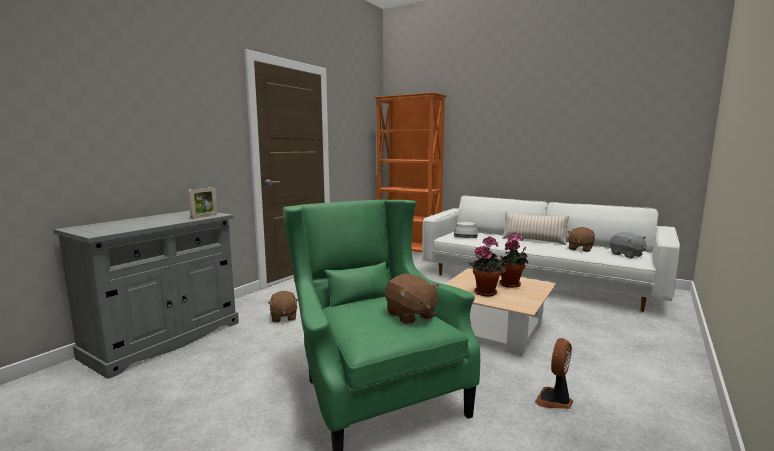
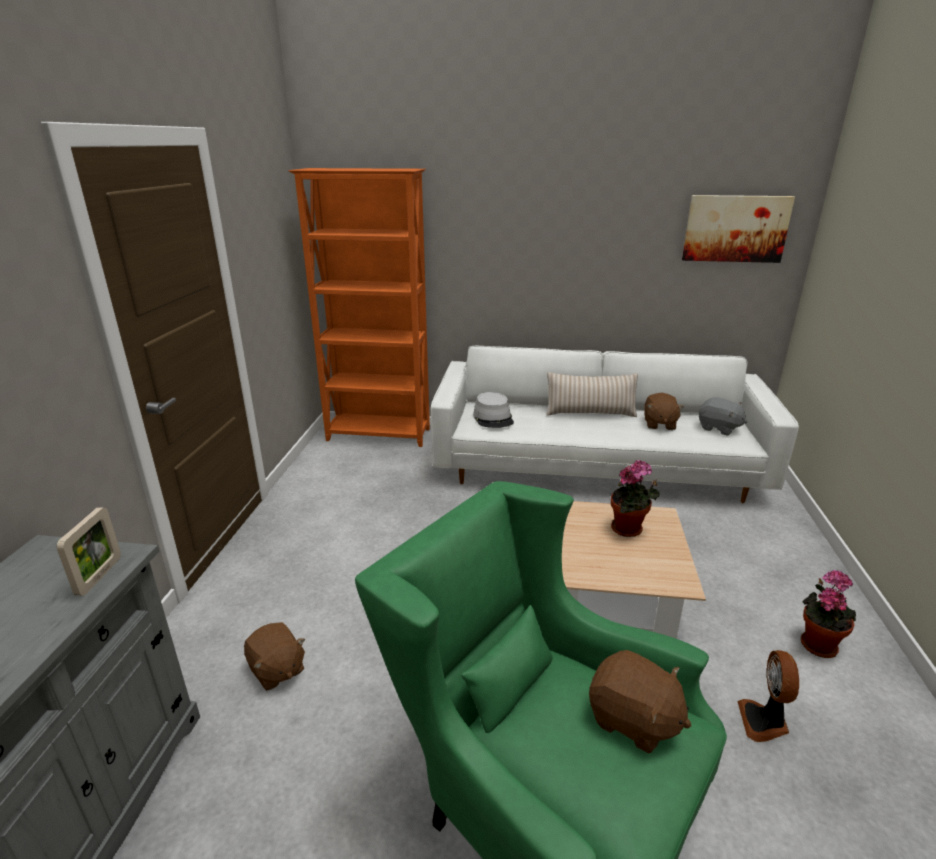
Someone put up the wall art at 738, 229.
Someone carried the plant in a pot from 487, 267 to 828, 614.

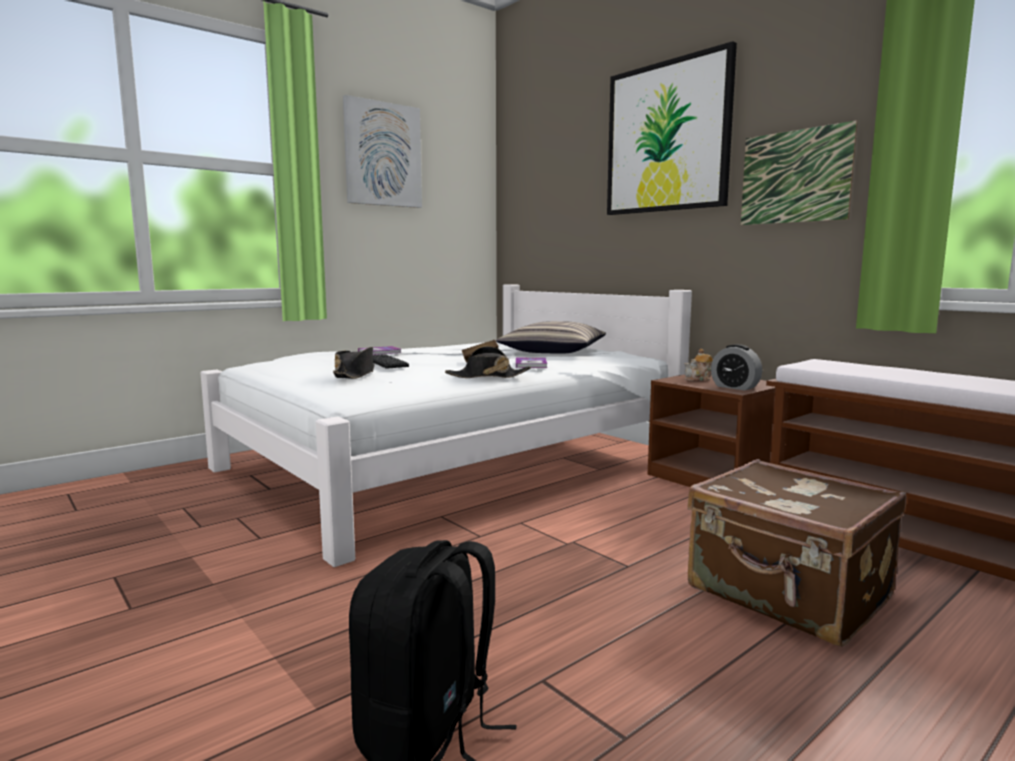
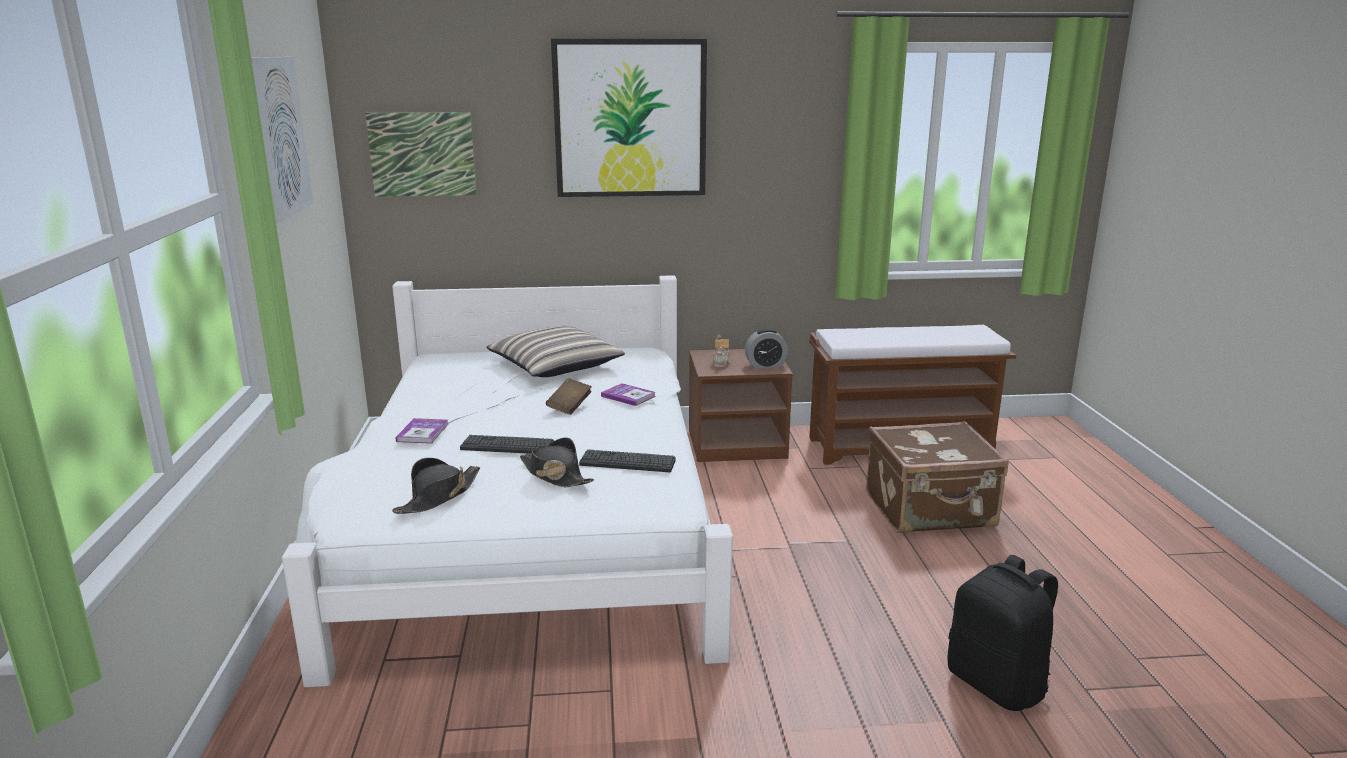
Someone put down the PC keyboard at 627, 460.
Someone carried the black-coloured hat from 488, 362 to 436, 486.
Someone carried the wall art from 799, 172 to 421, 154.

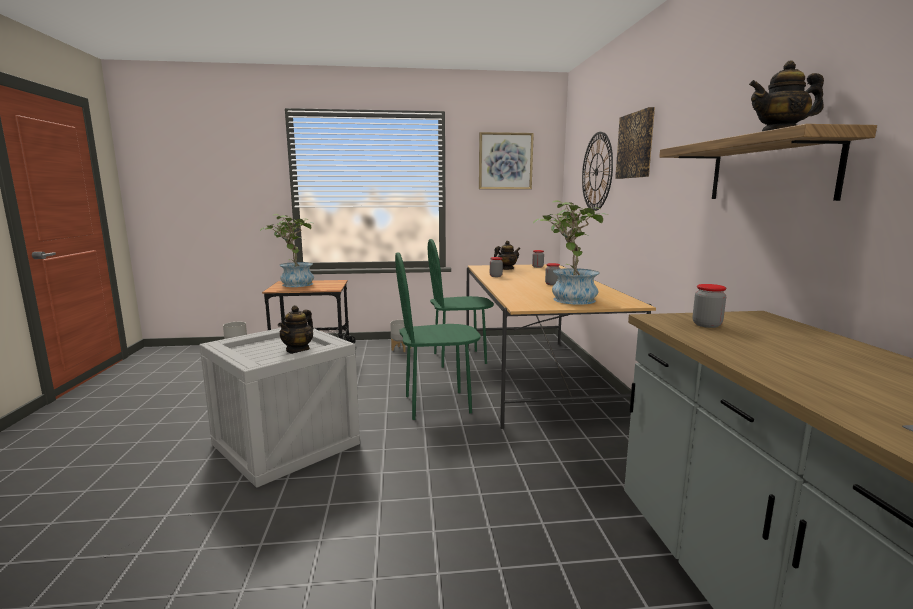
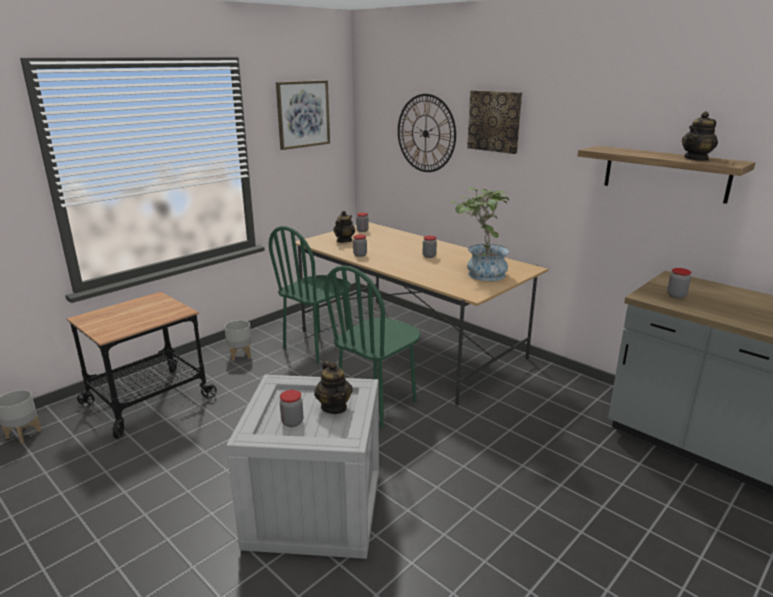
Someone took away the plant in a pot at 287, 250.
Someone put down the storage jar at 291, 408.

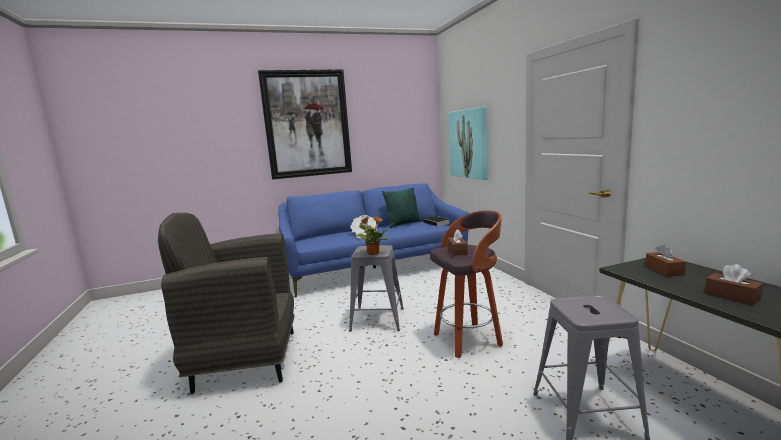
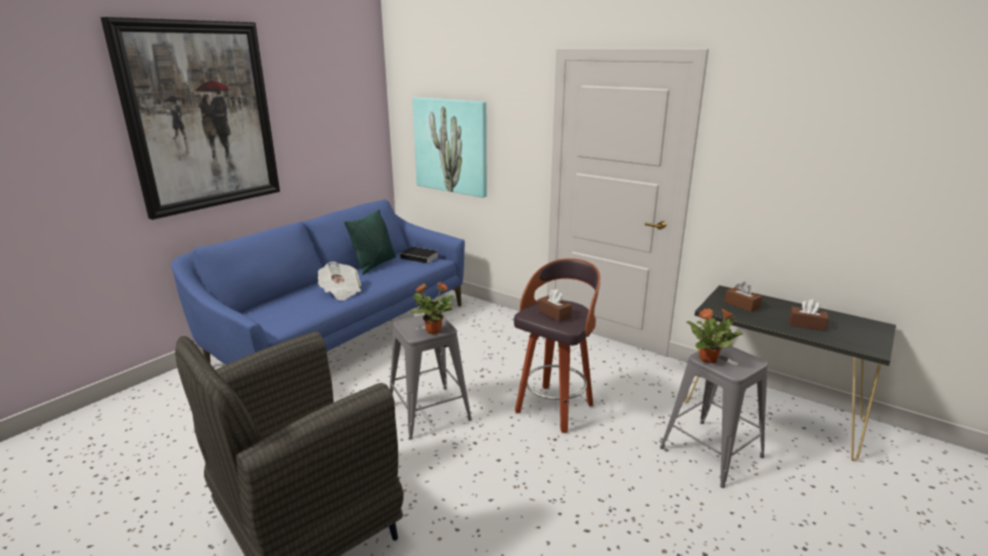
Someone put down the plant in a pot at 714, 335.

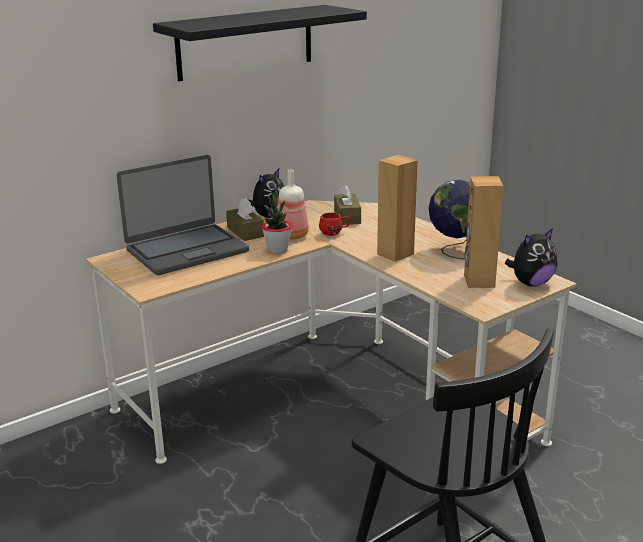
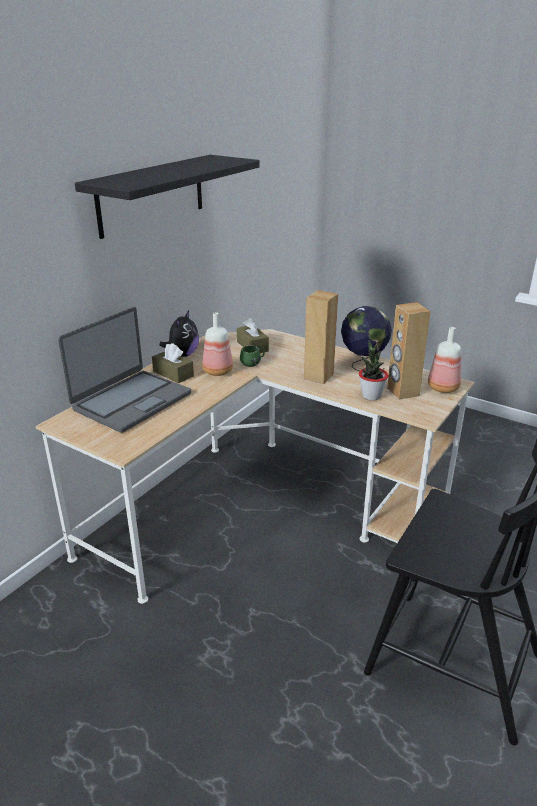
Someone carried the plant in a pot from 277, 221 to 373, 370.
Someone swapped the cuddly toy at 531, 257 for the beverage bottle at 444, 360.
Someone repainted the reddish coffee mug at 334, 224, which became the green coffee mug at 252, 356.

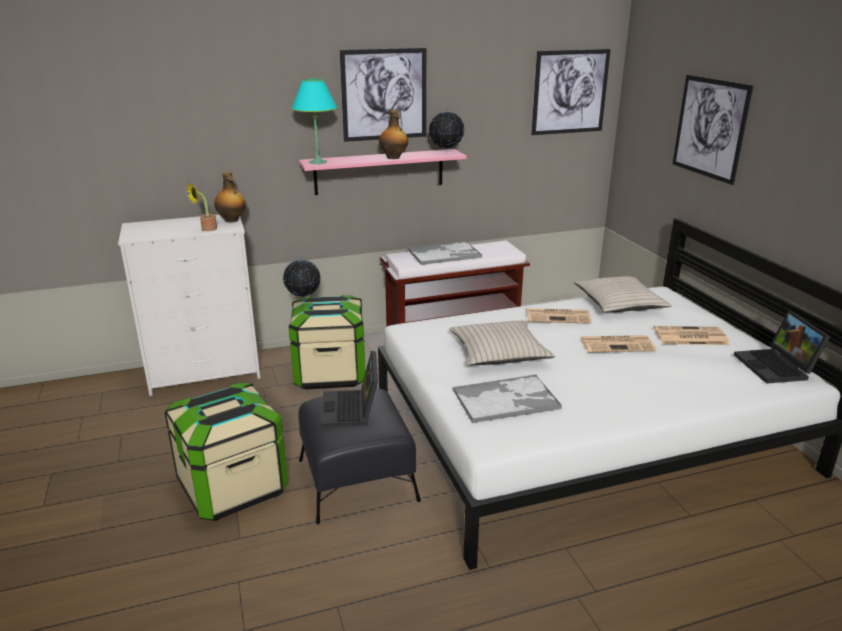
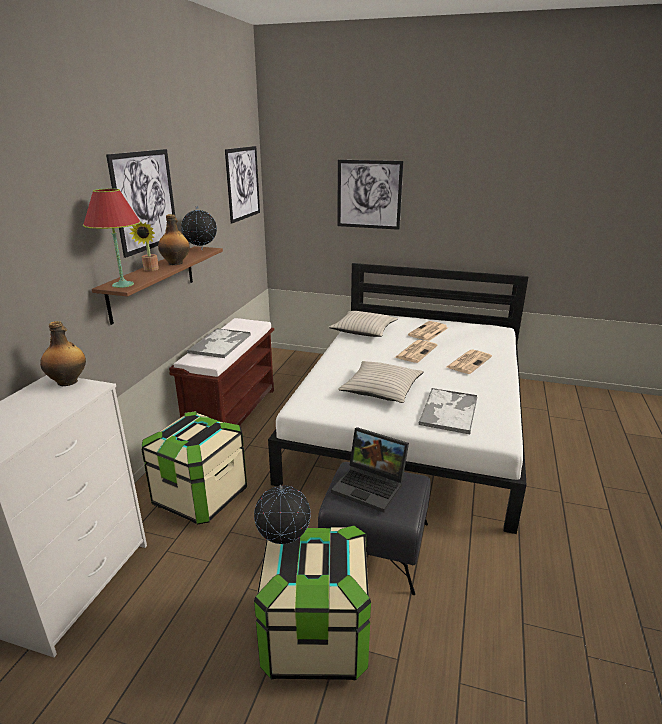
Someone took away the notebook computer at 782, 347.
Someone carried the plant in a pot from 202, 206 to 144, 246.
Someone carried the world globe from 302, 278 to 282, 514.
Someone carried the newspaper from 559, 316 to 469, 361.
Someone repainted the turquoise-coloured tabletop lamp at 314, 121, which became the reddish tabletop lamp at 111, 238.
Someone repainted the pinkish bracket shelf at 382, 172, which became the brown-coloured bracket shelf at 157, 285.

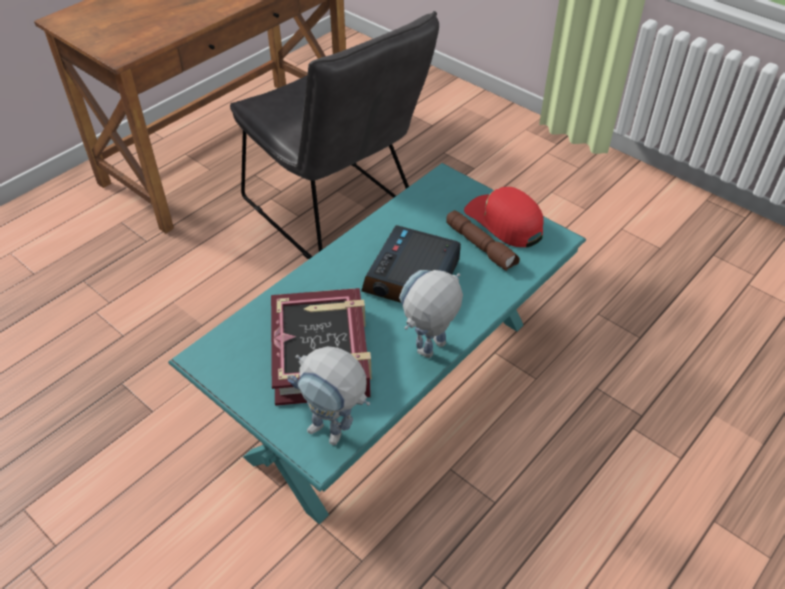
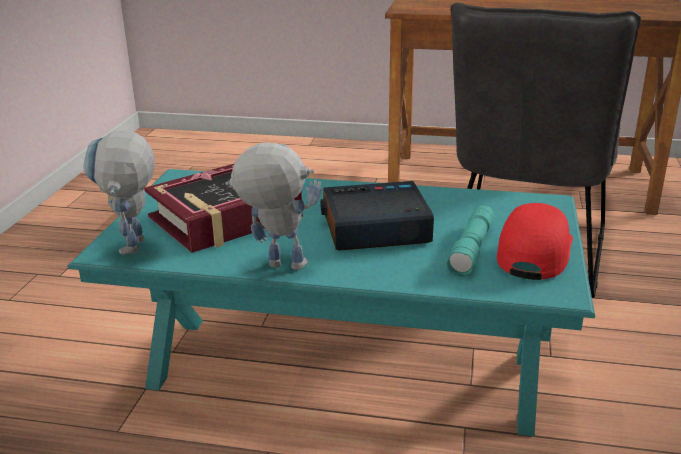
Someone repainted the brown-coloured hand torch at 483, 240, which became the turquoise-coloured hand torch at 469, 240.

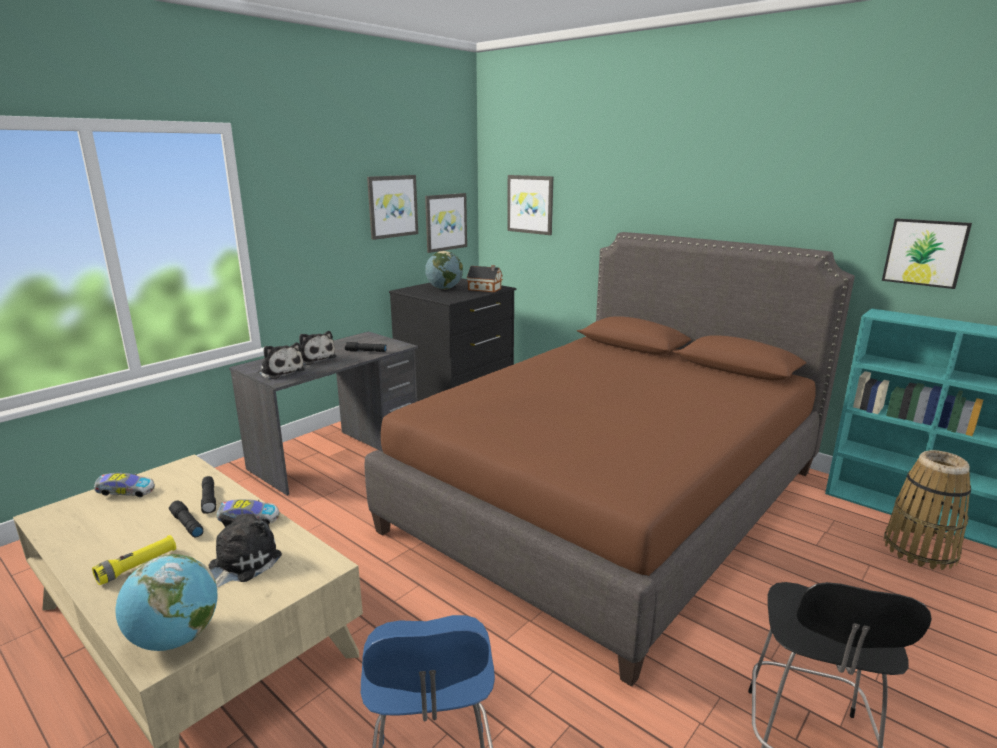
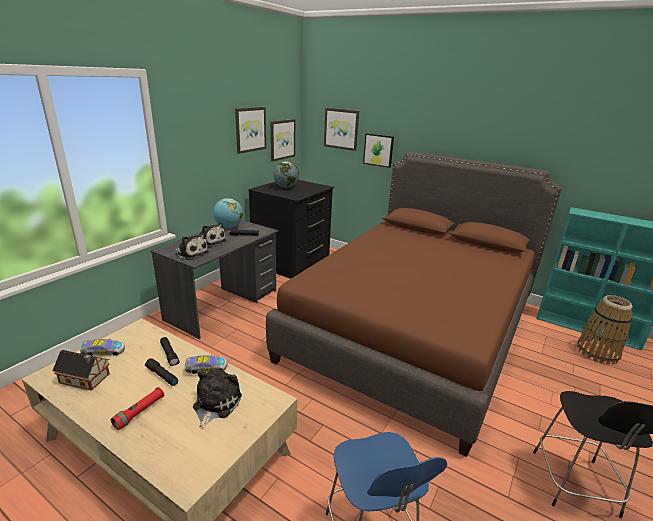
Someone carried the world globe from 167, 602 to 228, 213.
Someone carried the model house from 485, 278 to 81, 370.
Someone carried the wall art from 927, 253 to 378, 150.
Someone repainted the yellowish hand torch at 134, 560, which became the reddish hand torch at 137, 408.

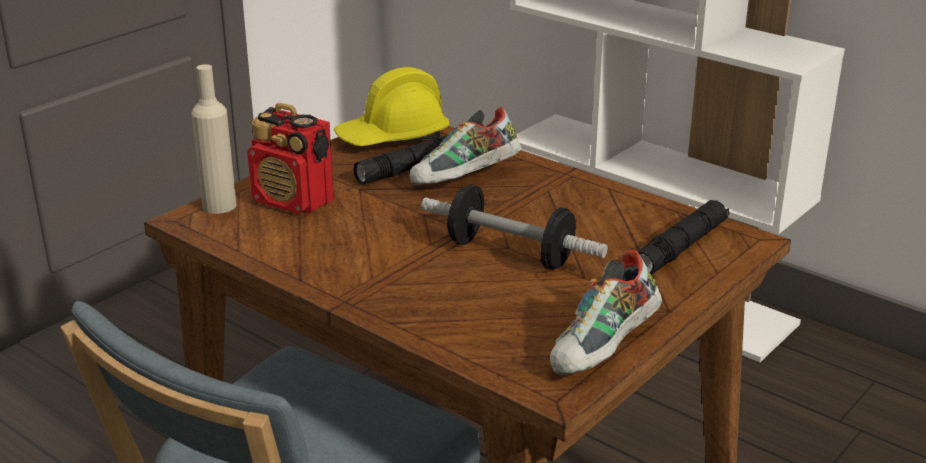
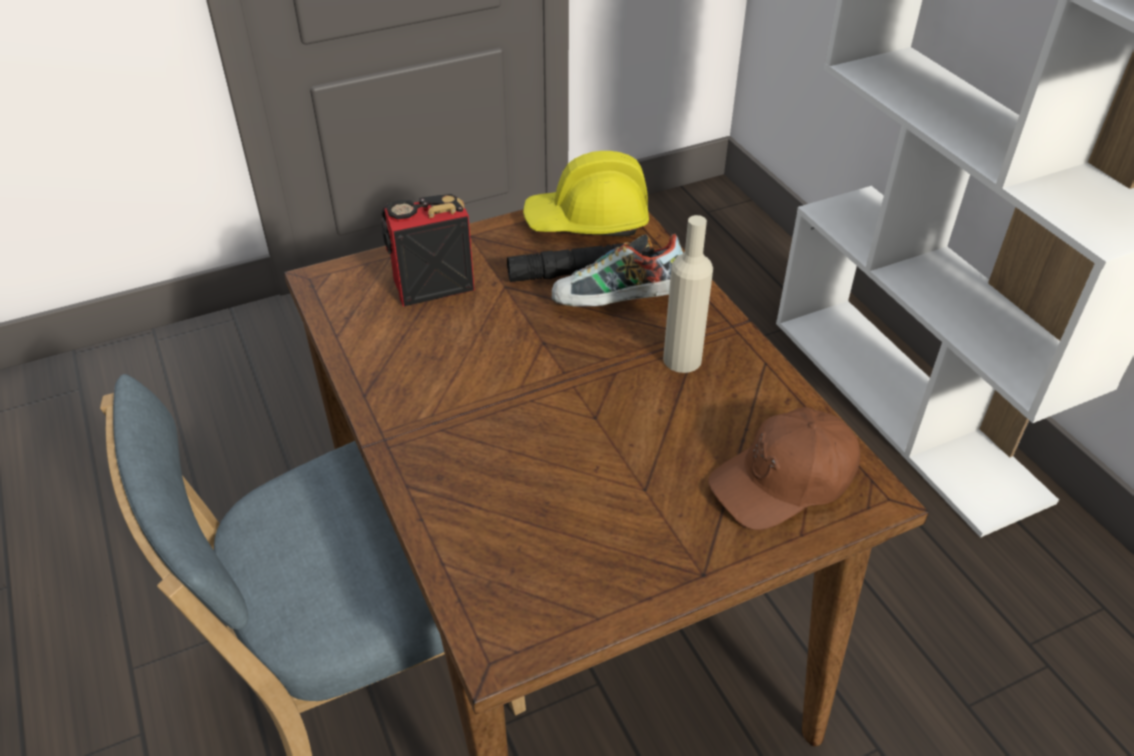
Someone took away the dumbbell at 514, 227.
Someone took away the low shoe at 606, 312.
Someone carried the beige beverage bottle from 214, 139 to 688, 294.
Someone swapped the black-coloured hand torch at 683, 237 for the brown-coloured baseball cap at 784, 468.
Someone rotated the radio set at 290, 158 by 105 degrees clockwise.

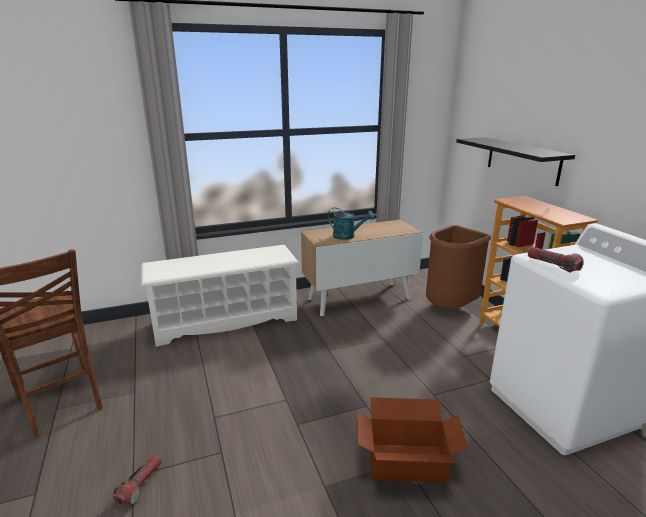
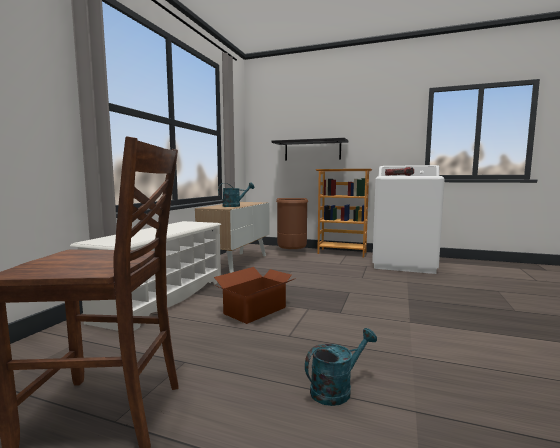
Someone carried the packing box from 412, 440 to 255, 295.
Someone swapped the hand torch at 137, 480 for the turquoise-coloured sprinkling can at 341, 367.

